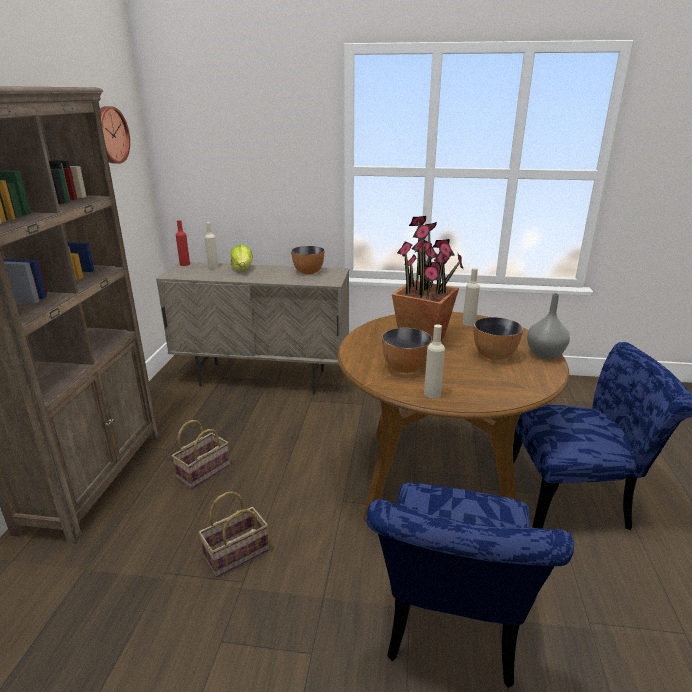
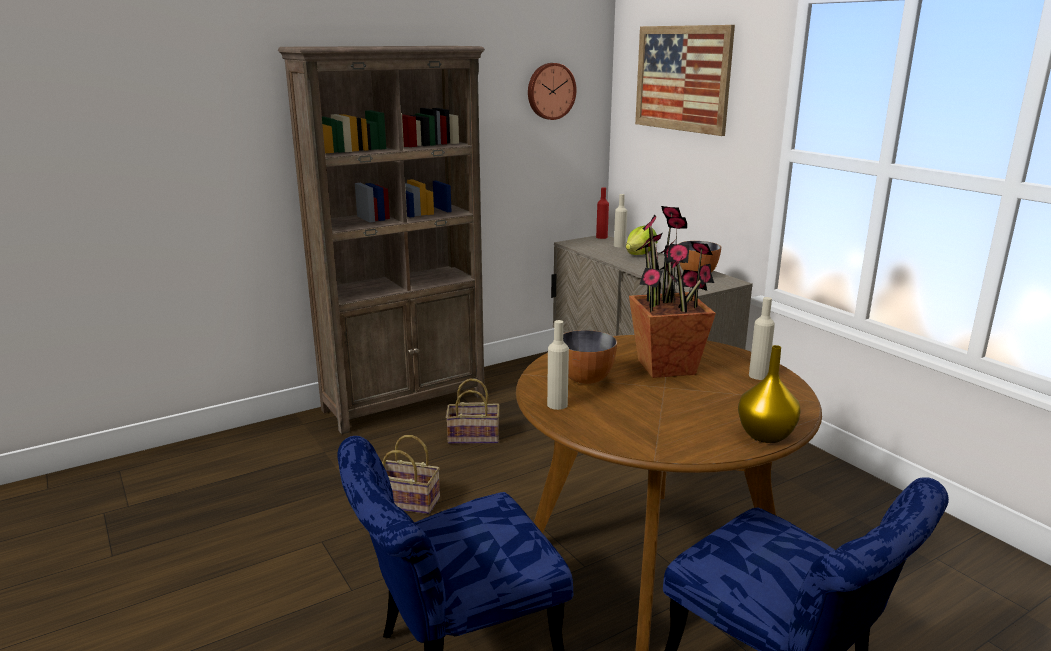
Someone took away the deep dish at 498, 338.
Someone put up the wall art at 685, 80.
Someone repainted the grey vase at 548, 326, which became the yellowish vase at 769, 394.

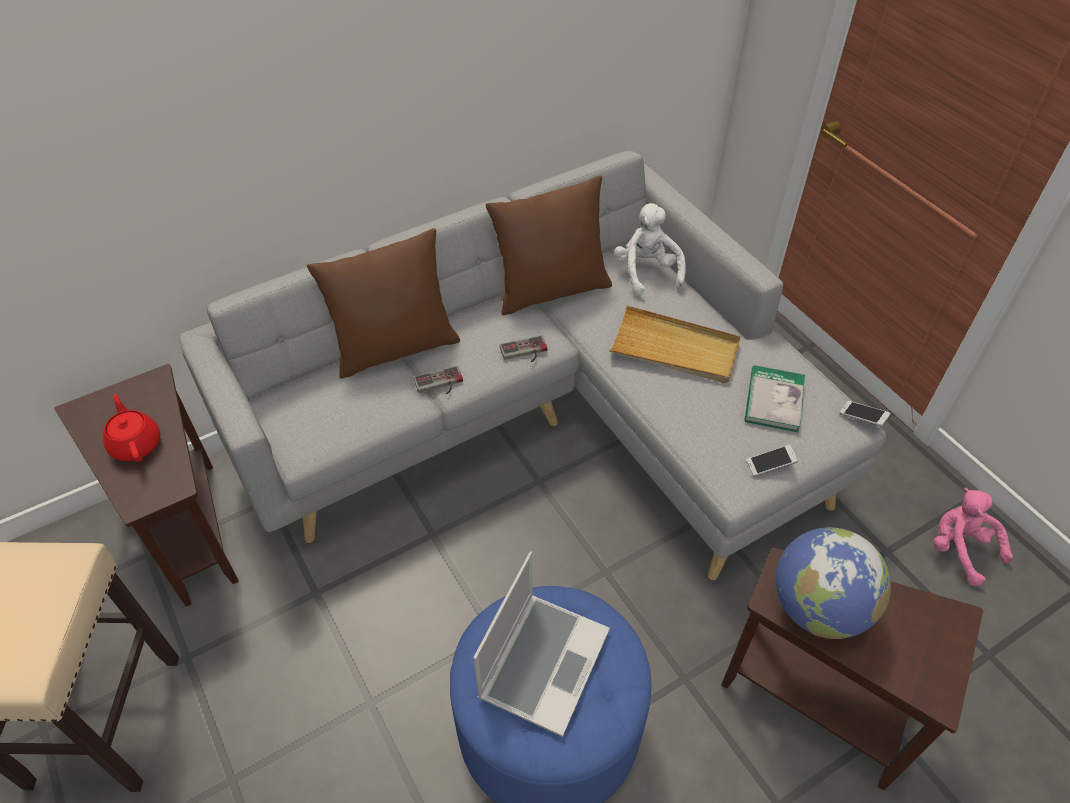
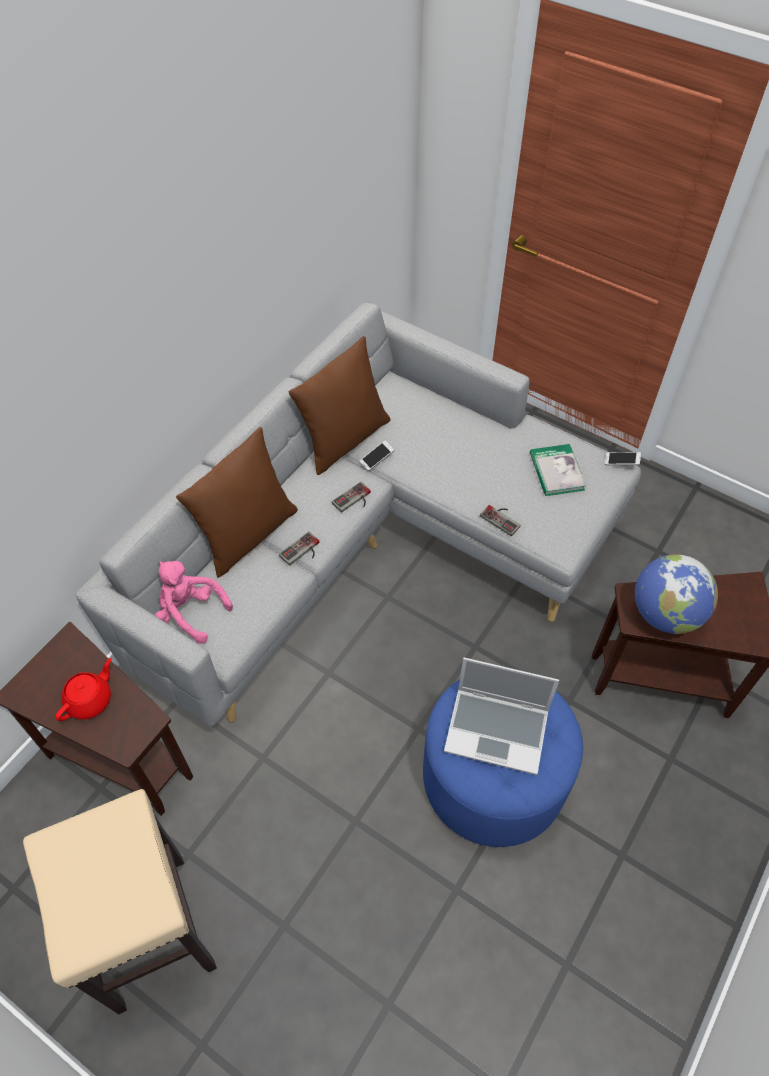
Someone took away the beige carrying tray at 675, 344.
Someone took away the whitish cuddly toy at 650, 249.
Someone put down the game controller at 500, 520.
Someone carried the handset from 772, 460 to 377, 456.
Someone carried the pinkish cuddly toy from 973, 537 to 194, 602.
Someone rotated the reddish pot for tea at 131, 428 by 90 degrees clockwise.
Someone rotated the notebook computer at 541, 644 by 105 degrees clockwise.

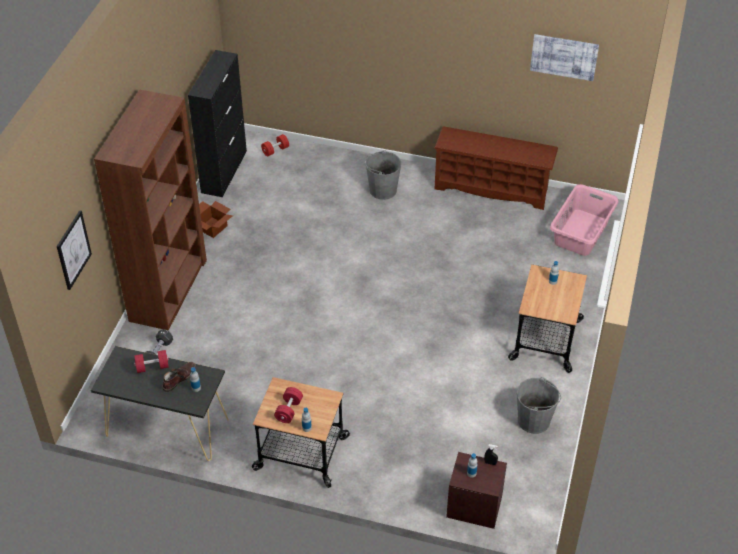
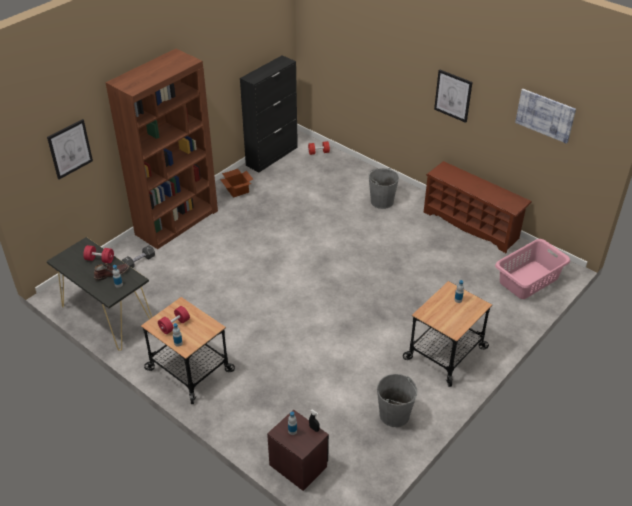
Someone put up the wall art at 453, 96.

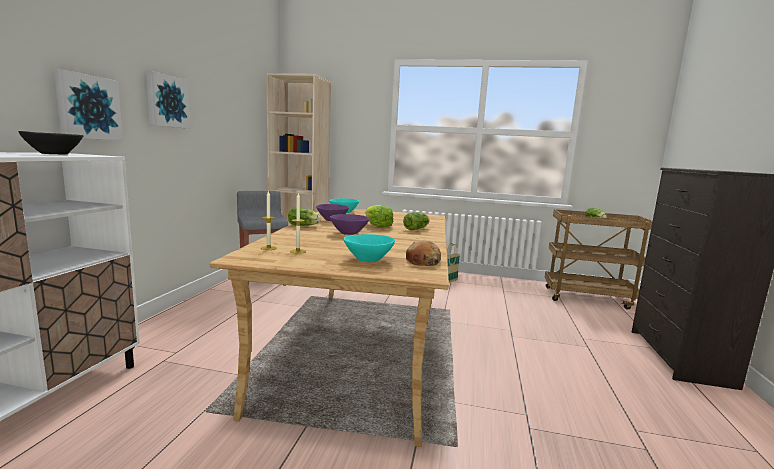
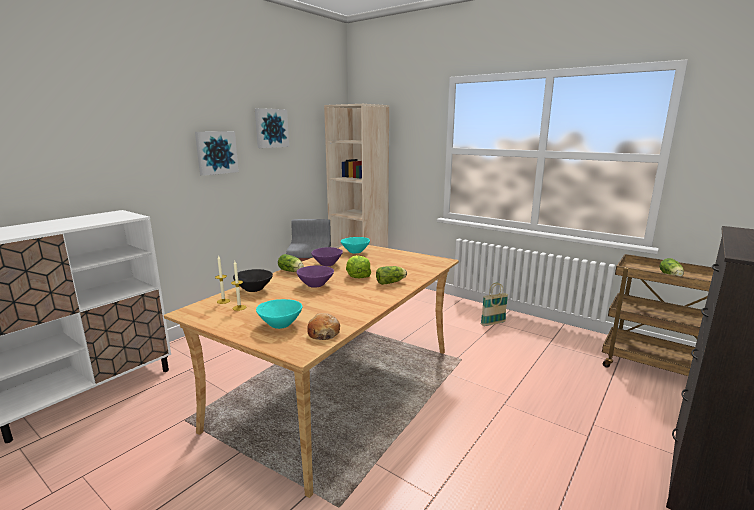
Someone carried the black-coloured deep dish from 51, 142 to 253, 280.
Someone carried the wall art from 88, 104 to 272, 128.

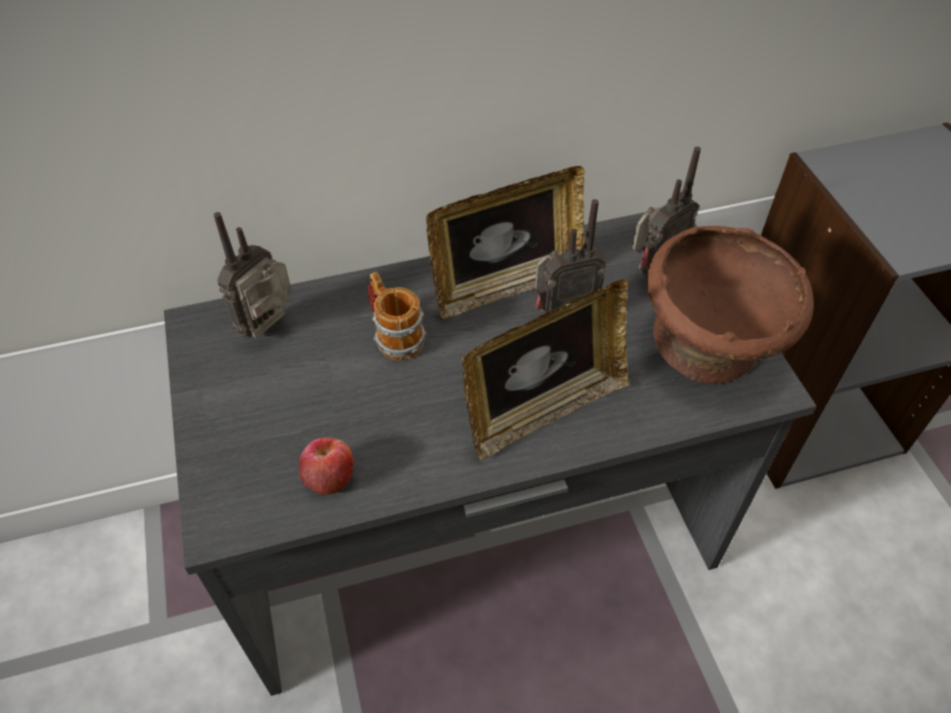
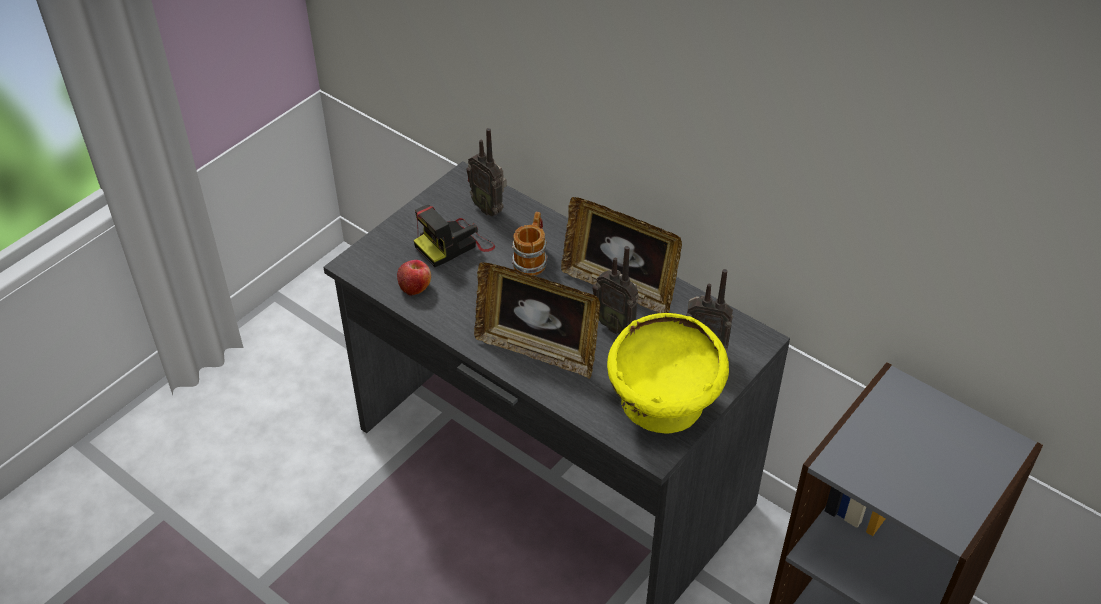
Someone put down the still camera at 454, 236.
Someone repainted the brown-coloured deep dish at 730, 305, which became the yellowish deep dish at 668, 373.
Someone rotated the radio set at 252, 275 by 135 degrees counterclockwise.

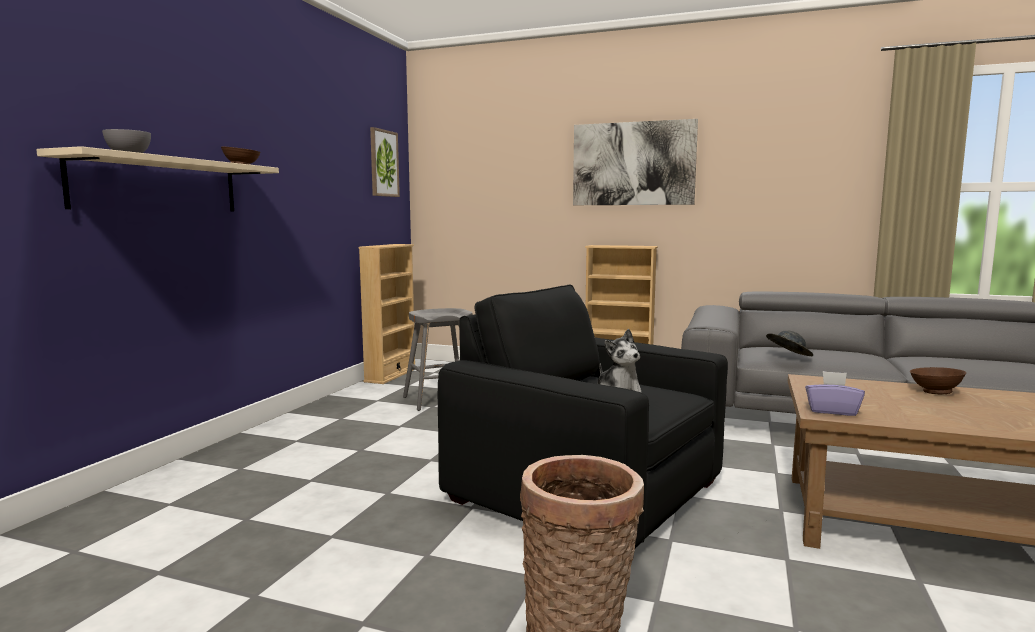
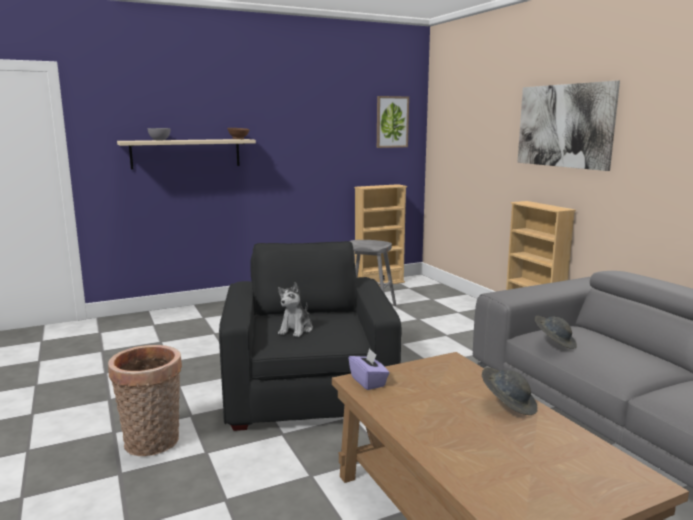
Someone swapped the brown-coloured deep dish at 938, 380 for the grey hat at 509, 391.

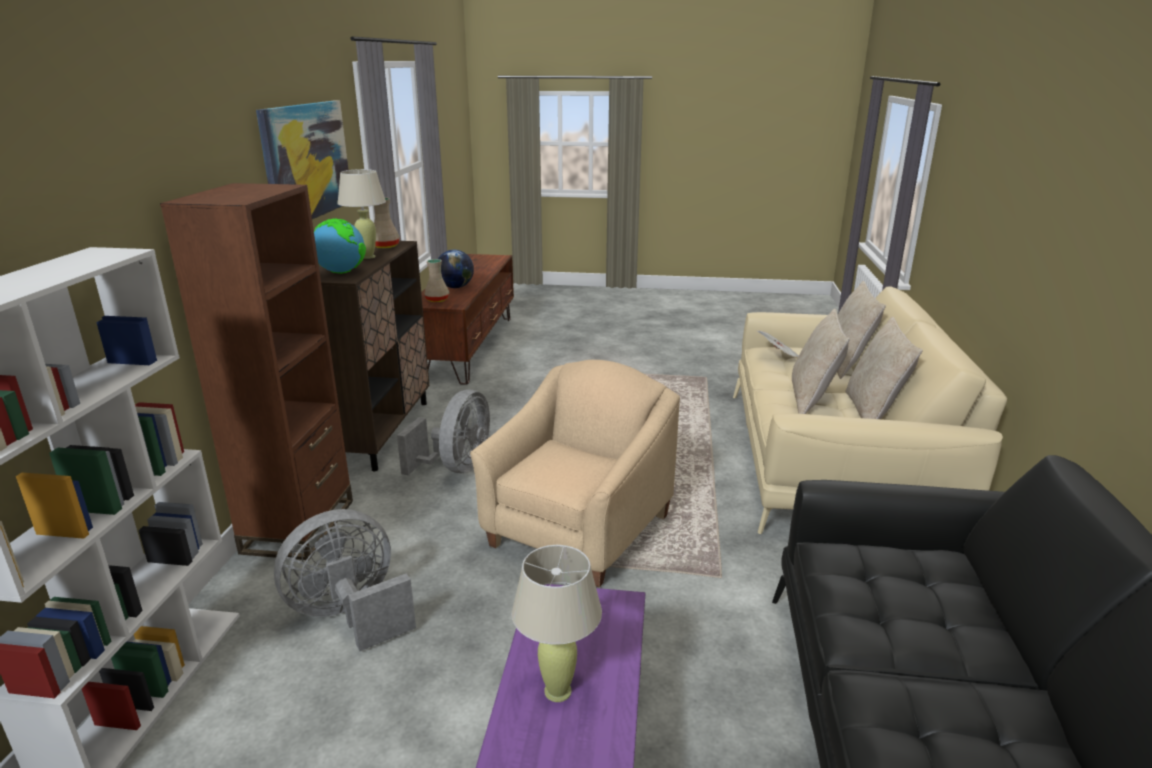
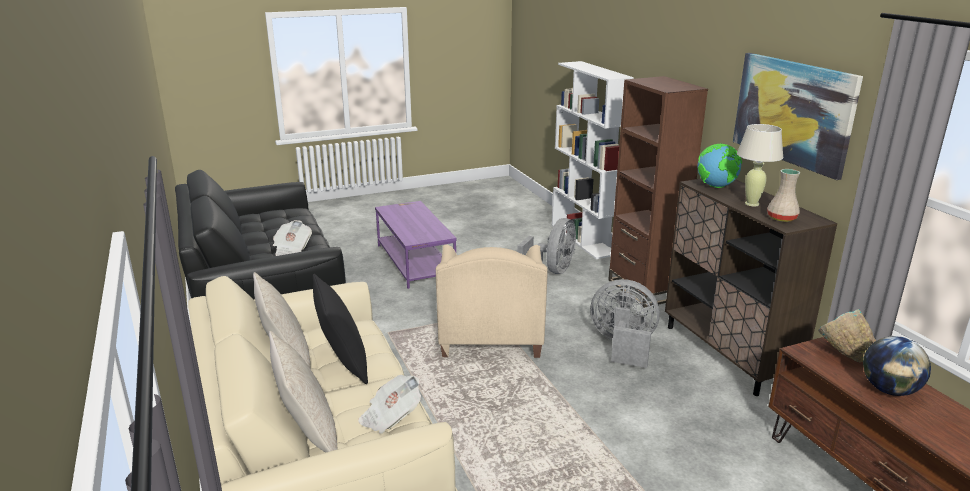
Someone took away the beige tabletop lamp at 557, 623.
Someone put down the newspaper at 292, 238.
Someone swapped the beige vase at 436, 280 for the turquoise-coloured deep dish at 847, 335.
Someone repainted the beige cushion at 821, 361, which became the black-coloured cushion at 340, 329.
Someone rotated the grey cooling fan at 443, 432 by 120 degrees clockwise.

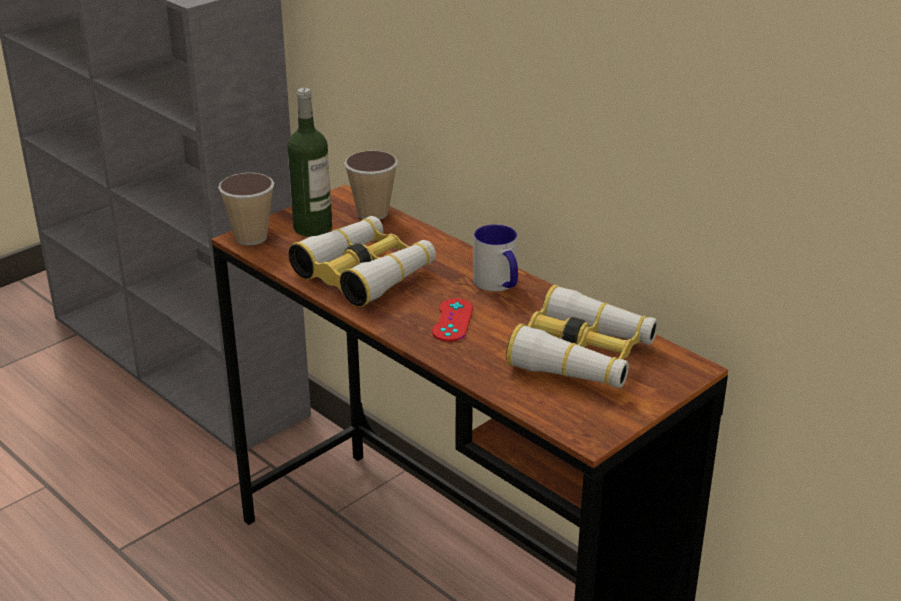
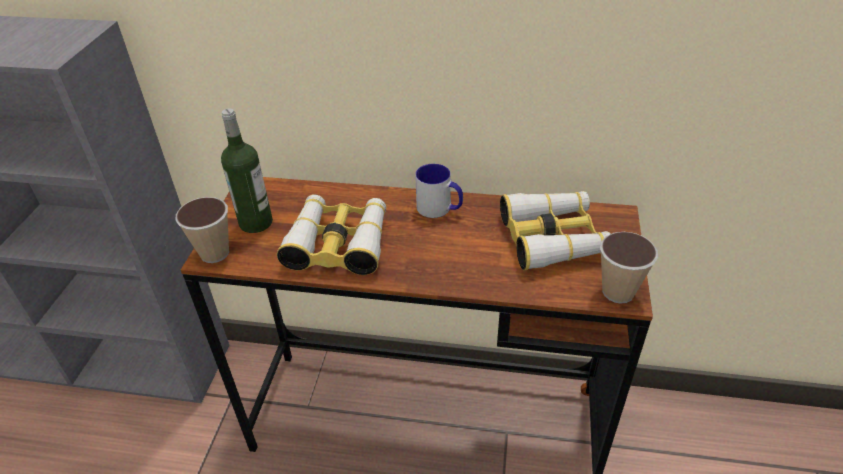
Someone took away the reddish game controller at 452, 320.
Someone carried the cup from 371, 185 to 629, 268.

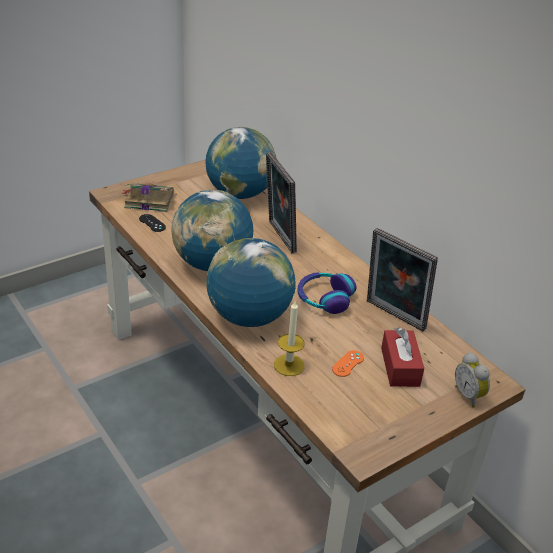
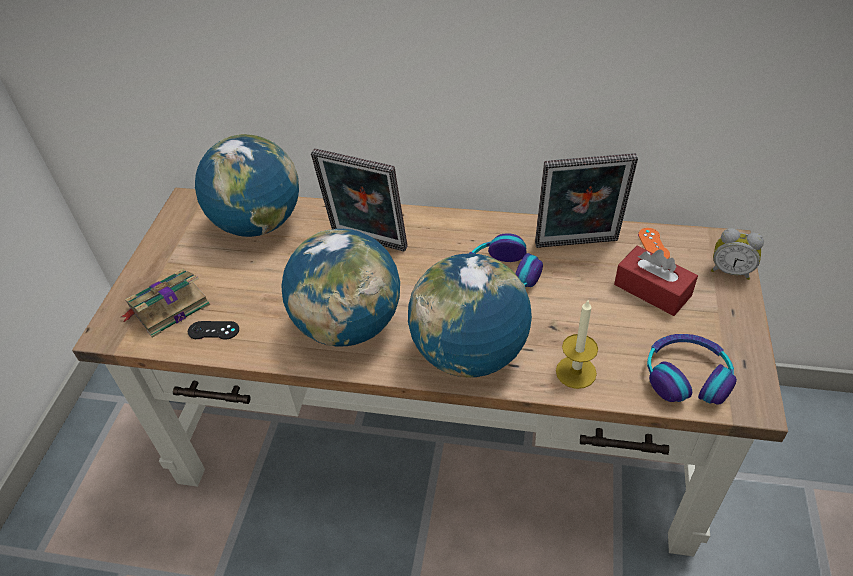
Someone put down the headset at 692, 369.
Someone carried the orange game controller from 348, 363 to 654, 243.

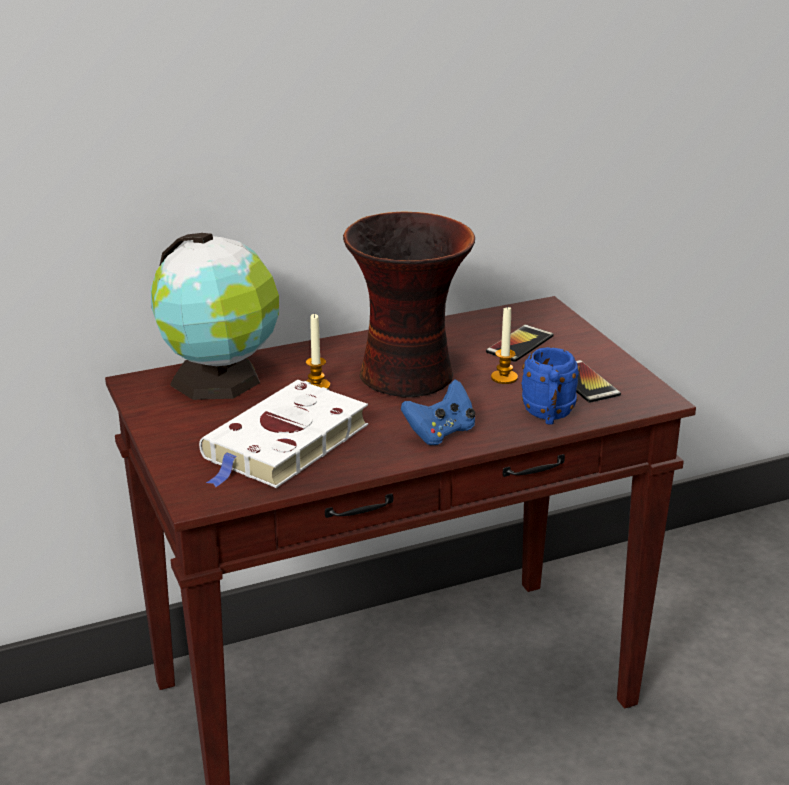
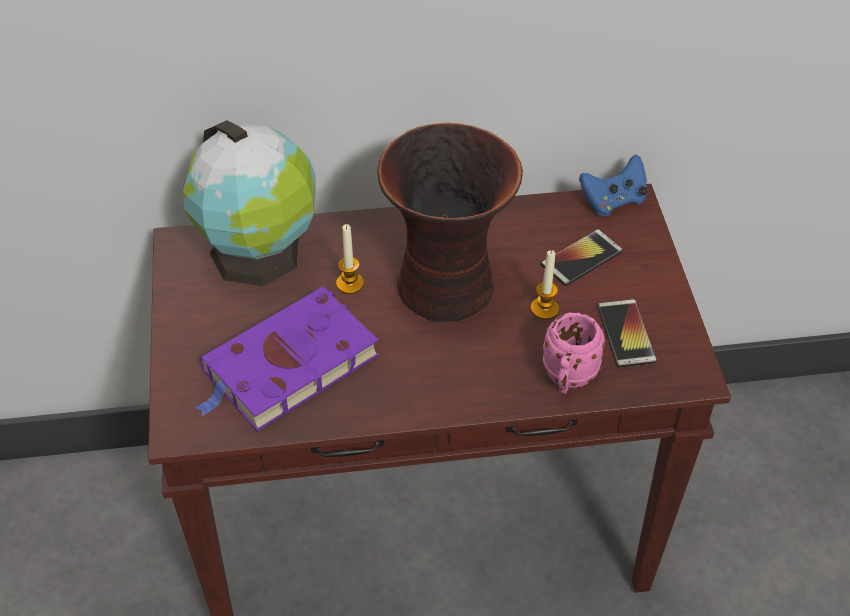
Someone carried the blue game controller from 438, 412 to 613, 185.
Someone repainted the whitish book at 283, 434, which became the purplish book at 287, 359.
Someone repainted the blue coffee mug at 550, 386, which became the pinkish coffee mug at 574, 353.

